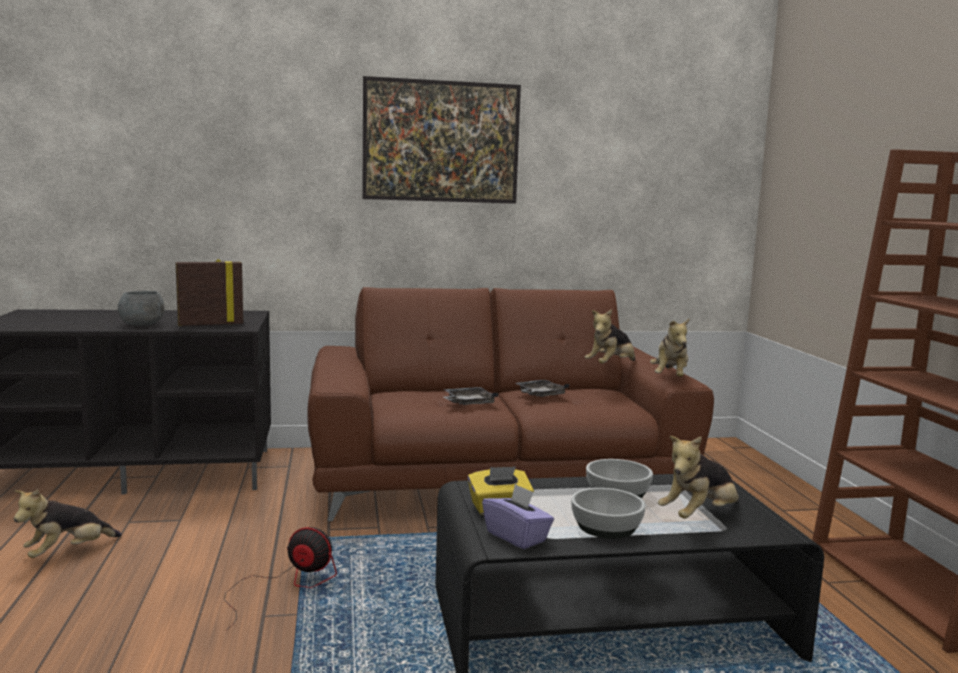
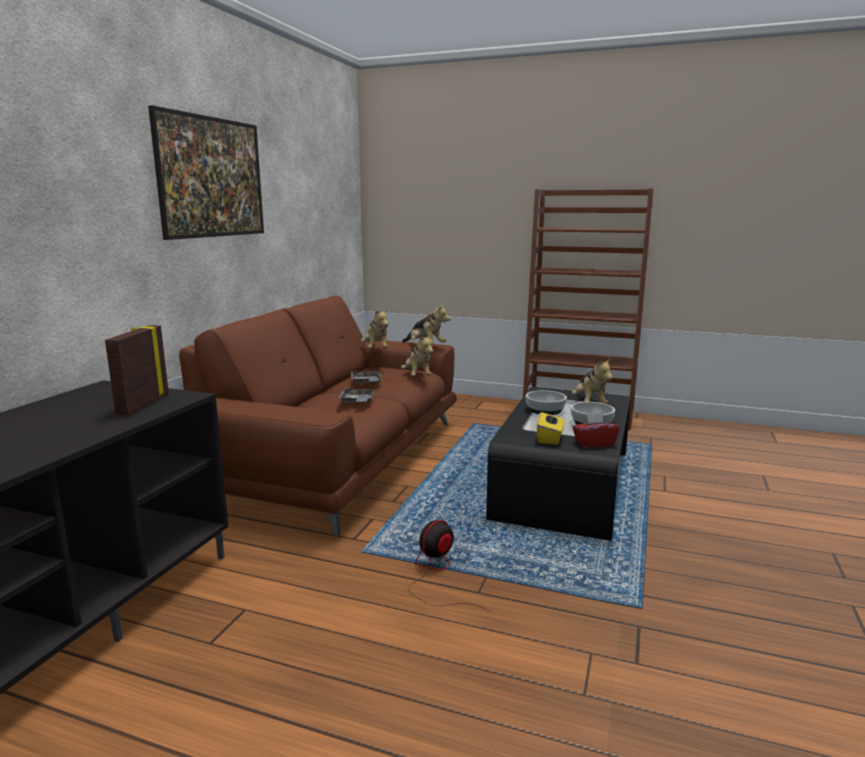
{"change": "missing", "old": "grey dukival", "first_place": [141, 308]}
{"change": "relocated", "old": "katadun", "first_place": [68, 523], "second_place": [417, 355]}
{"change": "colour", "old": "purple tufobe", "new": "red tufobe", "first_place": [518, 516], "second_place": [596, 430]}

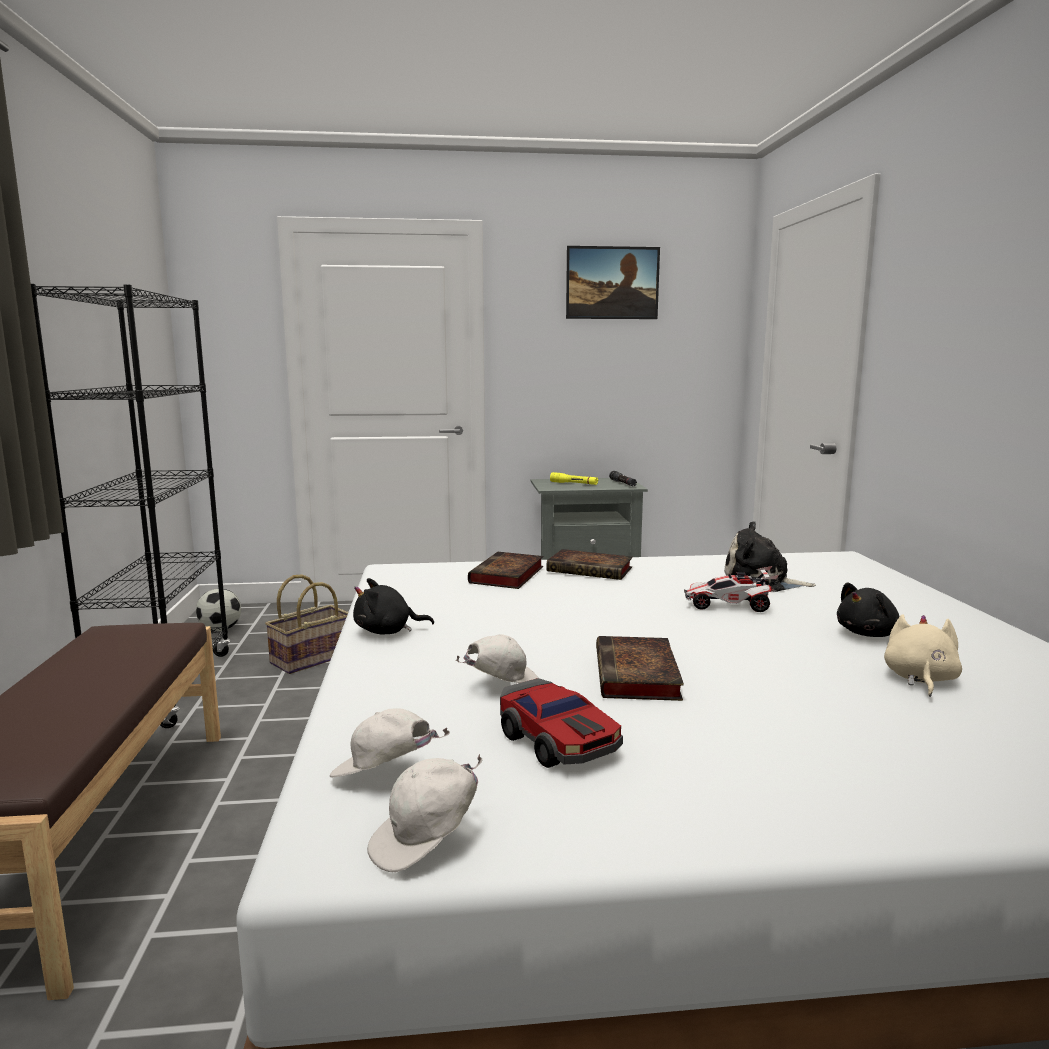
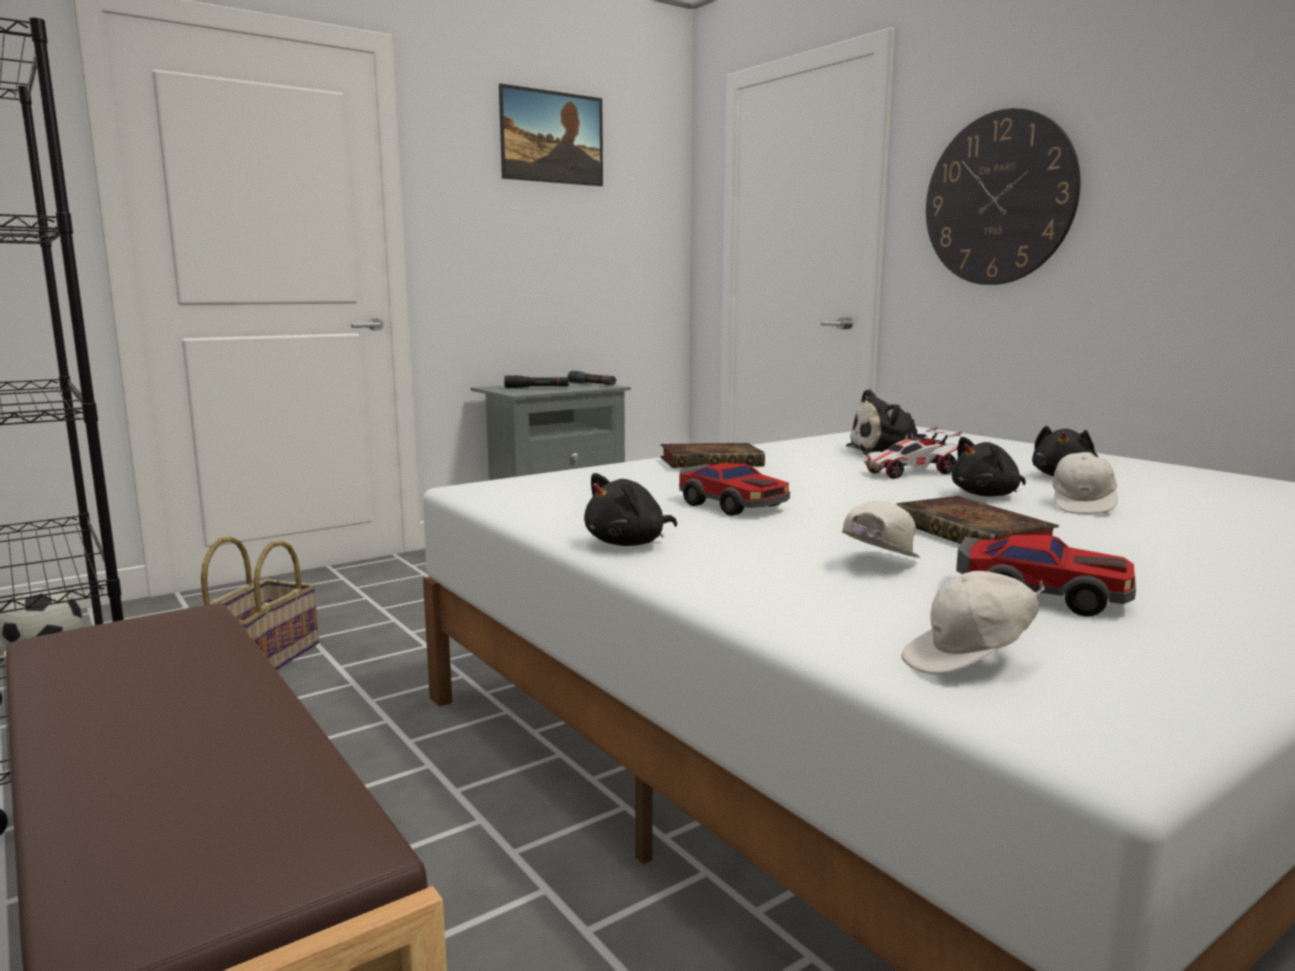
{"change": "missing", "old": "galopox", "first_place": [505, 570]}
{"change": "missing", "old": "beige katadun", "first_place": [923, 655]}
{"change": "appeared", "new": "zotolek", "second_place": [734, 489]}
{"change": "appeared", "new": "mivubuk", "second_place": [1003, 196]}
{"change": "appeared", "new": "black katadun", "second_place": [989, 466]}
{"change": "relocated", "old": "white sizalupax", "first_place": [424, 813], "second_place": [1085, 483]}
{"change": "colour", "old": "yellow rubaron", "new": "black rubaron", "first_place": [574, 478], "second_place": [536, 381]}

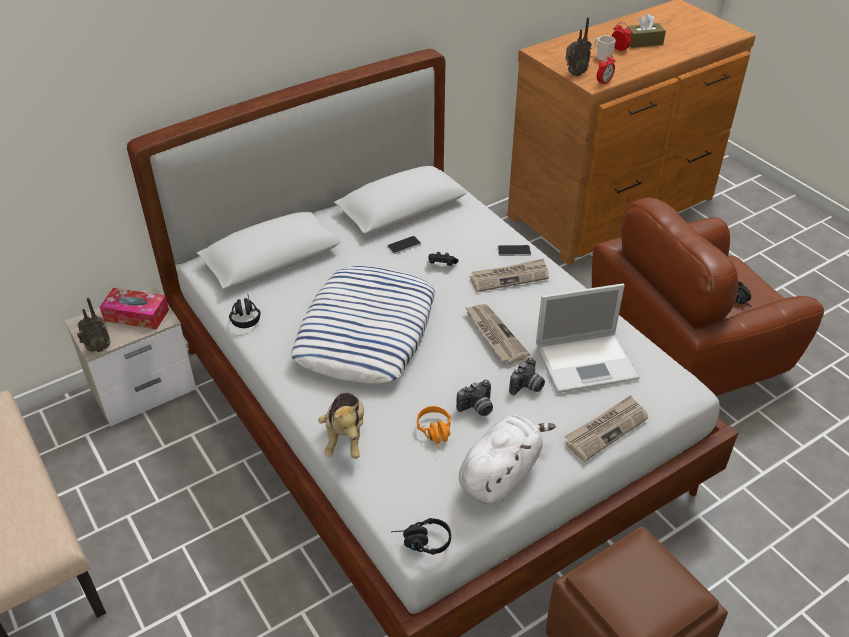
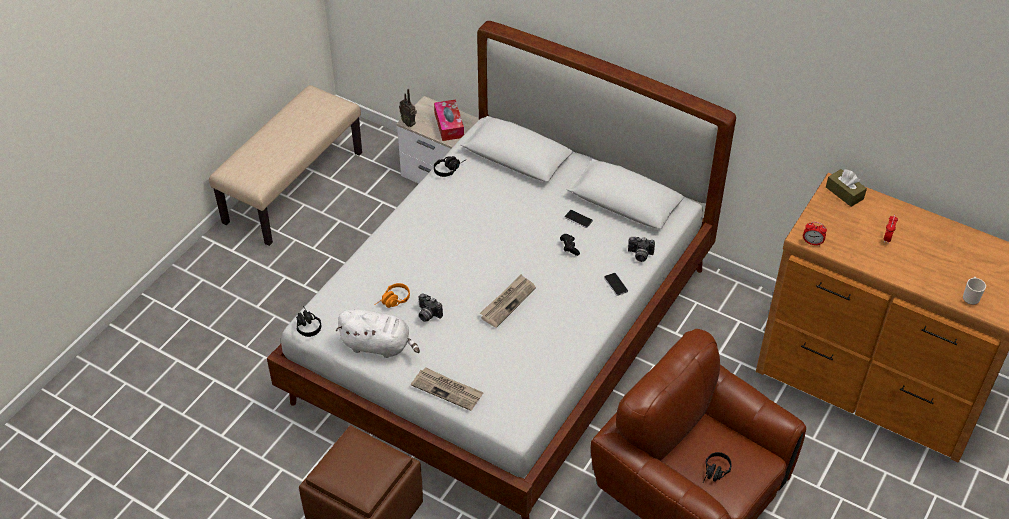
{"change": "missing", "old": "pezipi", "first_place": [363, 325]}
{"change": "missing", "old": "katadun", "first_place": [341, 426]}
{"change": "missing", "old": "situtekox", "first_place": [509, 275]}
{"change": "missing", "old": "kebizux", "first_place": [588, 338]}
{"change": "missing", "old": "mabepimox", "first_place": [578, 46]}
{"change": "relocated", "old": "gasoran", "first_place": [527, 376], "second_place": [641, 249]}
{"change": "relocated", "old": "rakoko", "first_place": [605, 48], "second_place": [974, 291]}
{"change": "relocated", "old": "brown tufobe", "first_place": [647, 31], "second_place": [846, 188]}

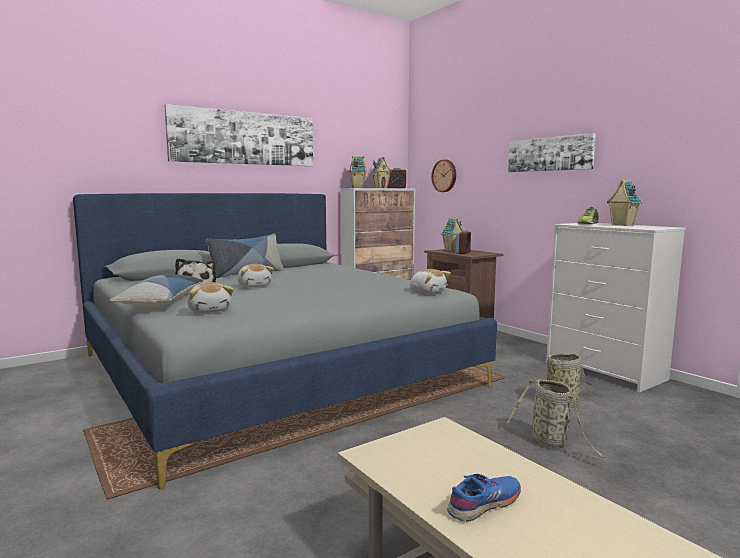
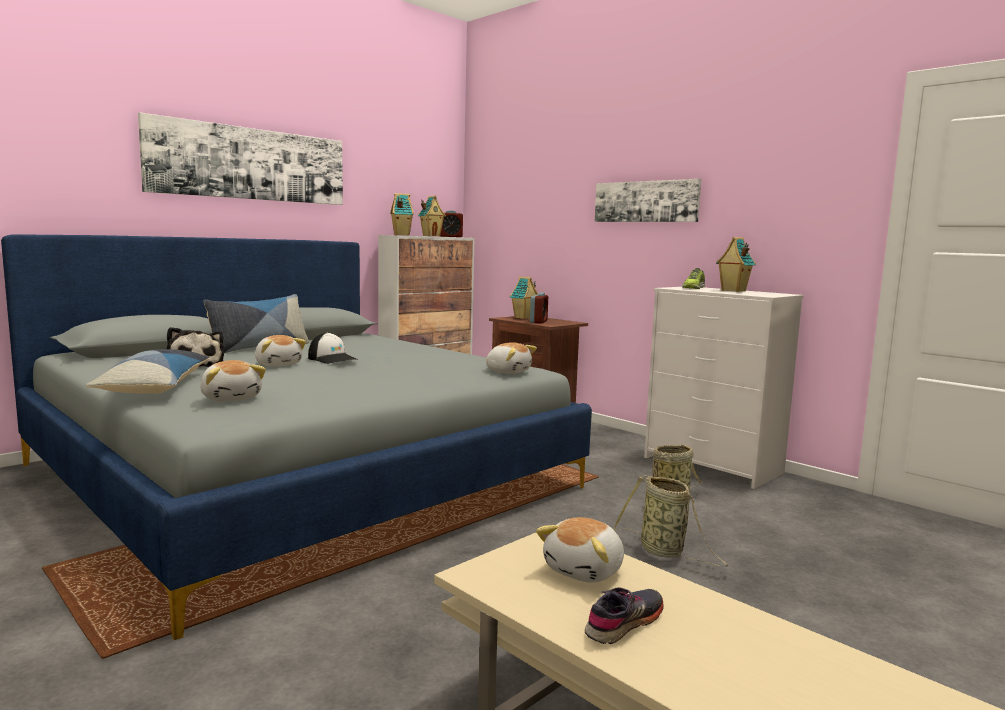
{"change": "missing", "old": "mivubuk", "first_place": [443, 175]}
{"change": "appeared", "new": "sizalupax", "second_place": [333, 348]}
{"change": "appeared", "new": "katadun", "second_place": [580, 549]}
{"change": "colour", "old": "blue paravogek", "new": "grey paravogek", "first_place": [484, 498], "second_place": [624, 615]}

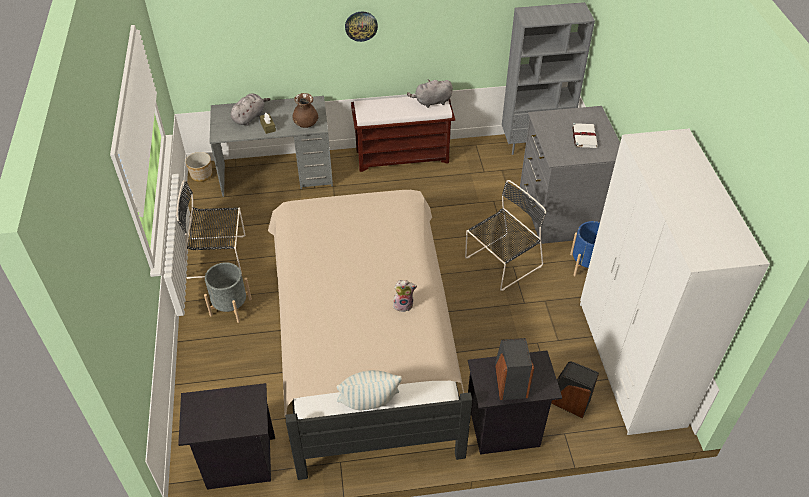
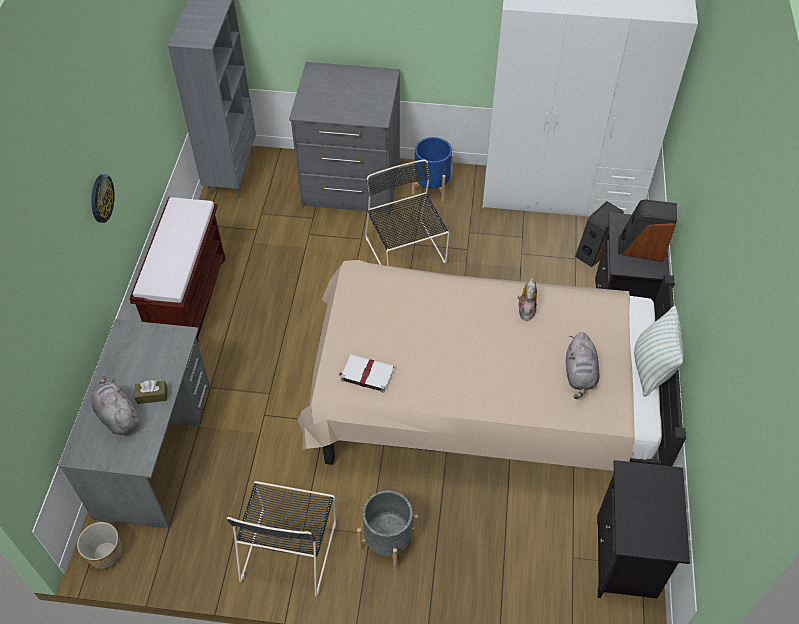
{"change": "missing", "old": "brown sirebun", "first_place": [305, 110]}
{"change": "relocated", "old": "grey katadun", "first_place": [430, 93], "second_place": [583, 365]}
{"change": "relocated", "old": "white galopox", "first_place": [585, 135], "second_place": [366, 373]}

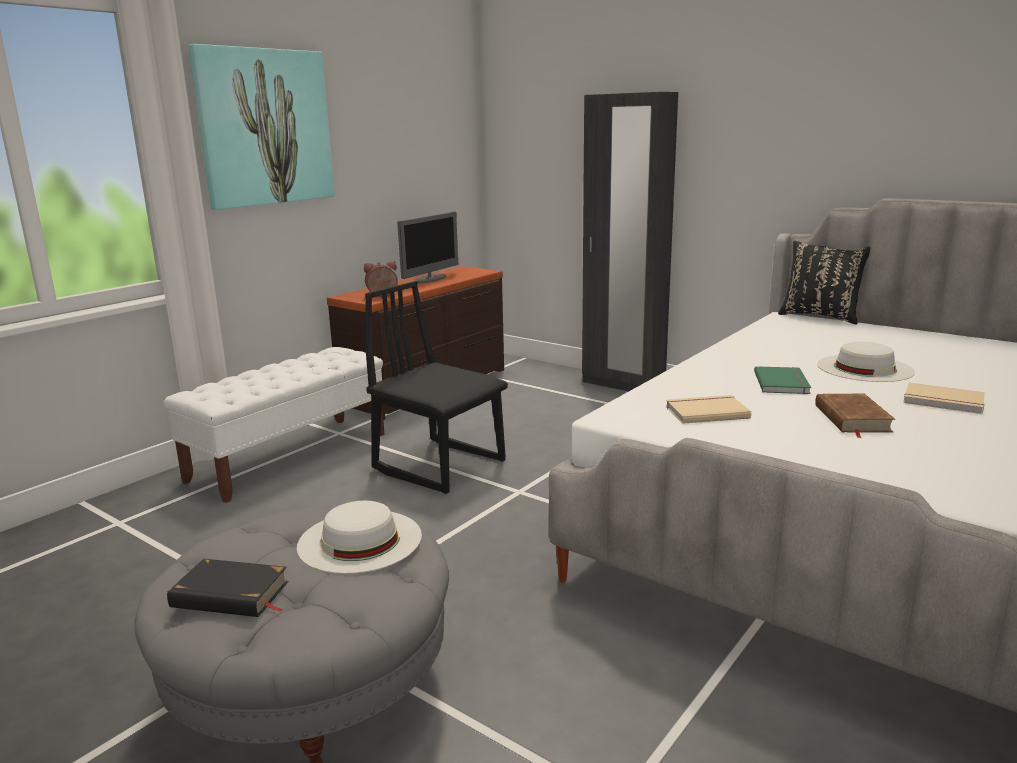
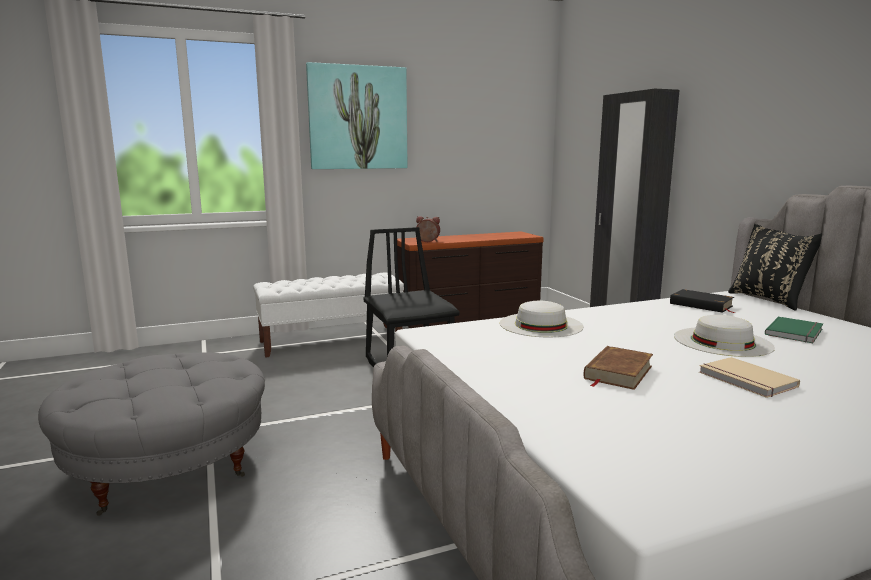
{"change": "missing", "old": "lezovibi", "first_place": [428, 247]}
{"change": "missing", "old": "beige galopox", "first_place": [708, 409]}
{"change": "relocated", "old": "black galopox", "first_place": [228, 588], "second_place": [702, 301]}
{"change": "relocated", "old": "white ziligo", "first_place": [359, 537], "second_place": [541, 319]}
{"change": "relocated", "old": "green galopox", "first_place": [782, 380], "second_place": [794, 330]}

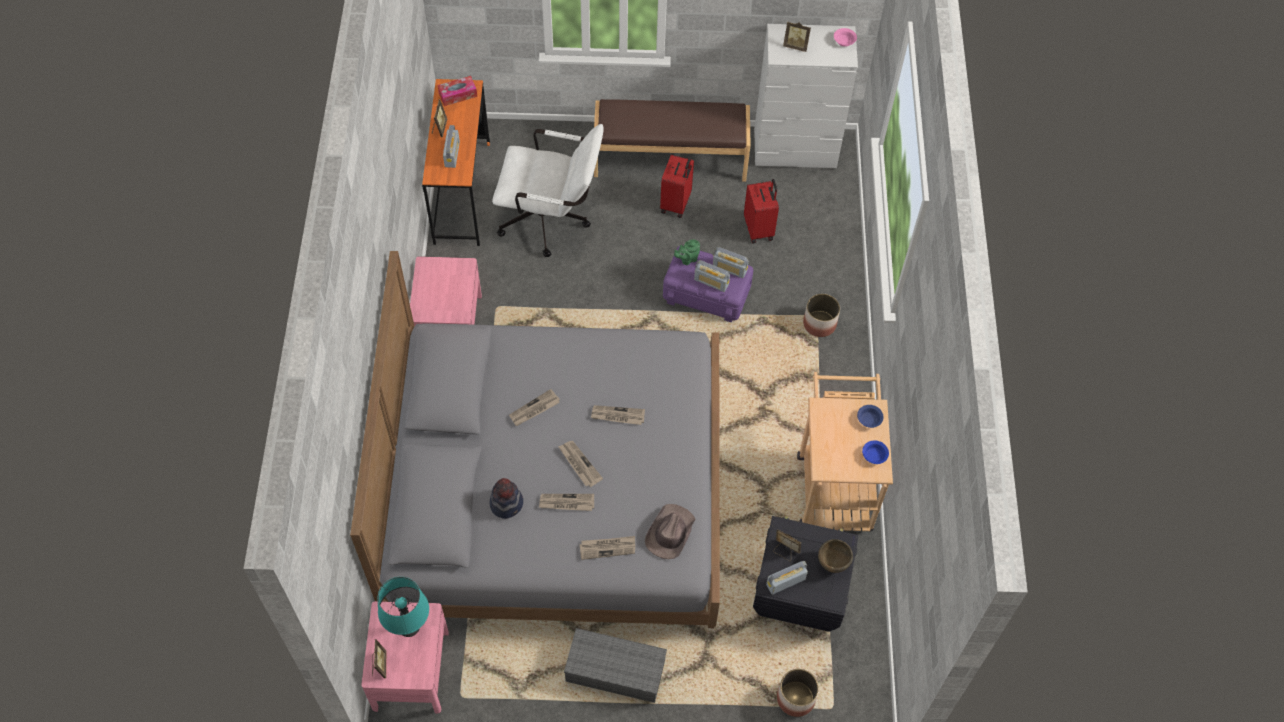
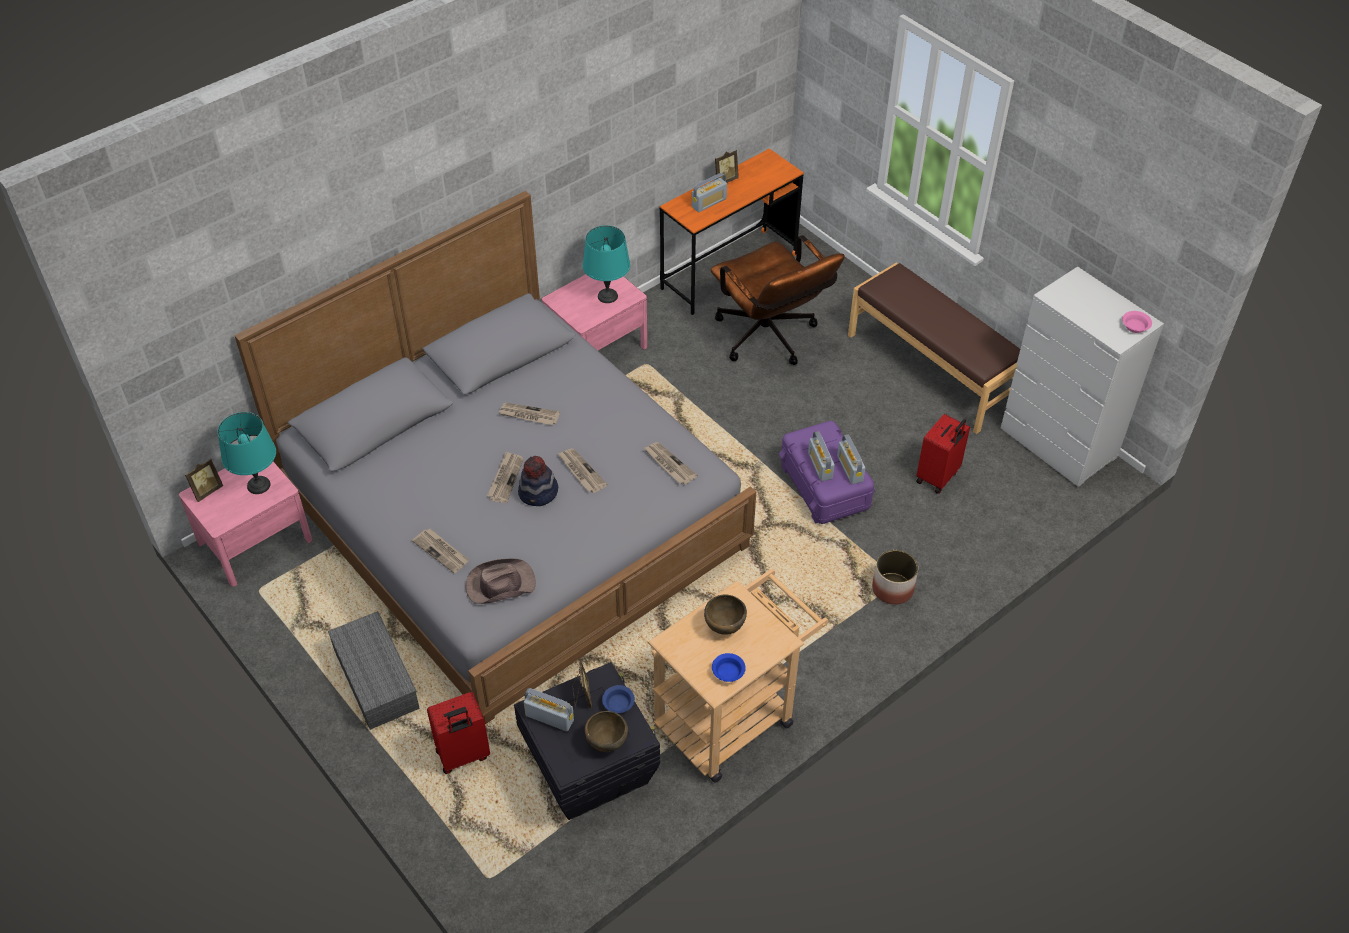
{"change": "missing", "old": "tufobe", "first_place": [457, 91]}
{"change": "missing", "old": "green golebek", "first_place": [687, 252]}
{"change": "missing", "old": "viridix", "first_place": [798, 693]}
{"change": "missing", "old": "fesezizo", "first_place": [797, 37]}
{"change": "appeared", "new": "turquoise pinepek", "second_place": [606, 264]}
{"change": "appeared", "new": "brown dukival", "second_place": [725, 614]}
{"change": "relocated", "old": "ziligo", "first_place": [506, 498], "second_place": [538, 481]}
{"change": "relocated", "old": "situtekox", "first_place": [566, 502], "second_place": [671, 463]}
{"change": "relocated", "old": "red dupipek", "first_place": [677, 186], "second_place": [458, 733]}
{"change": "relocated", "old": "blue dukival", "first_place": [870, 416], "second_place": [618, 699]}
{"change": "colour", "old": "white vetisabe", "new": "brown vetisabe", "first_place": [548, 190], "second_place": [778, 300]}

